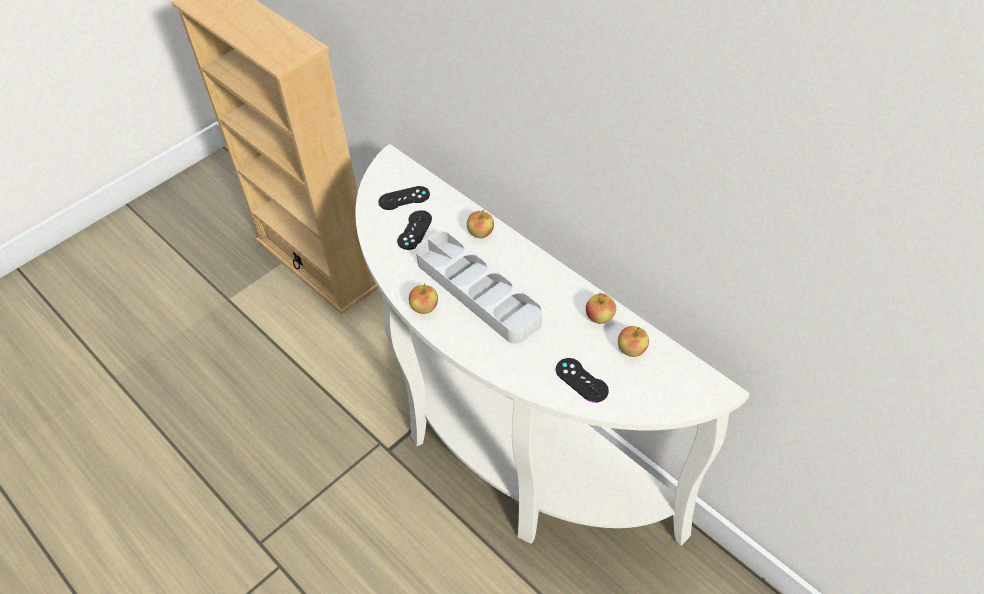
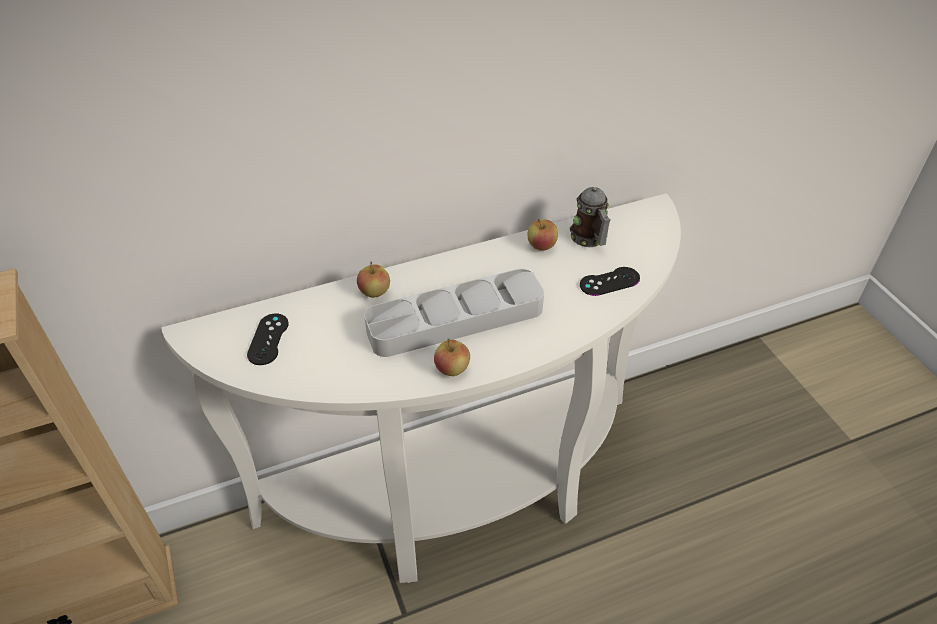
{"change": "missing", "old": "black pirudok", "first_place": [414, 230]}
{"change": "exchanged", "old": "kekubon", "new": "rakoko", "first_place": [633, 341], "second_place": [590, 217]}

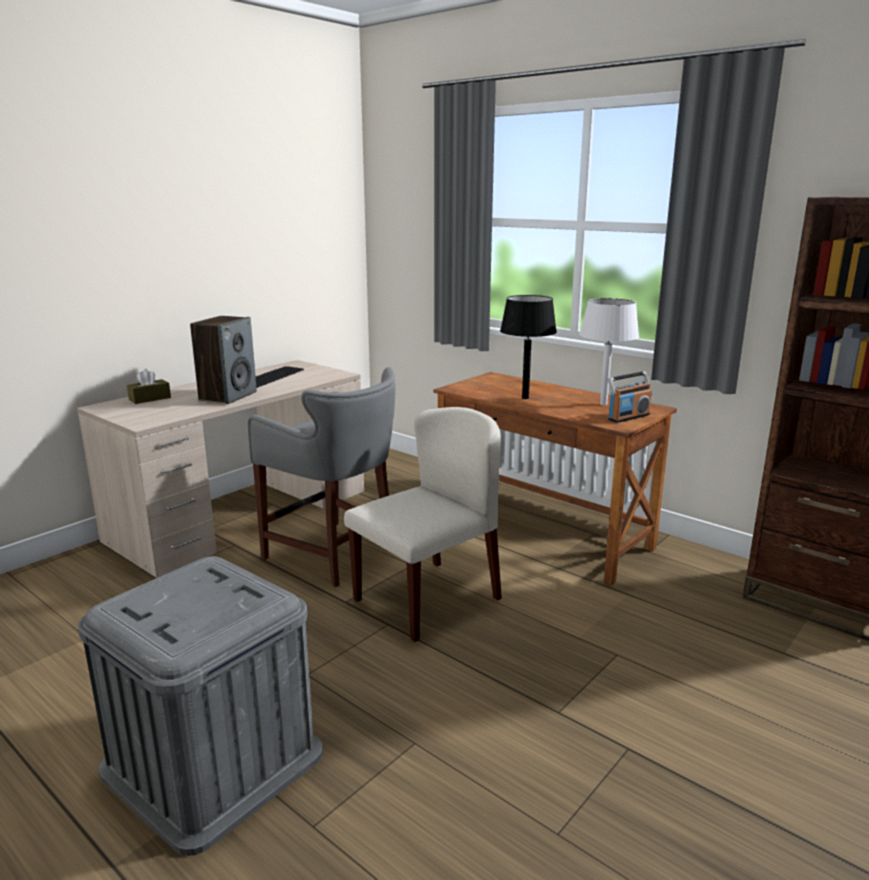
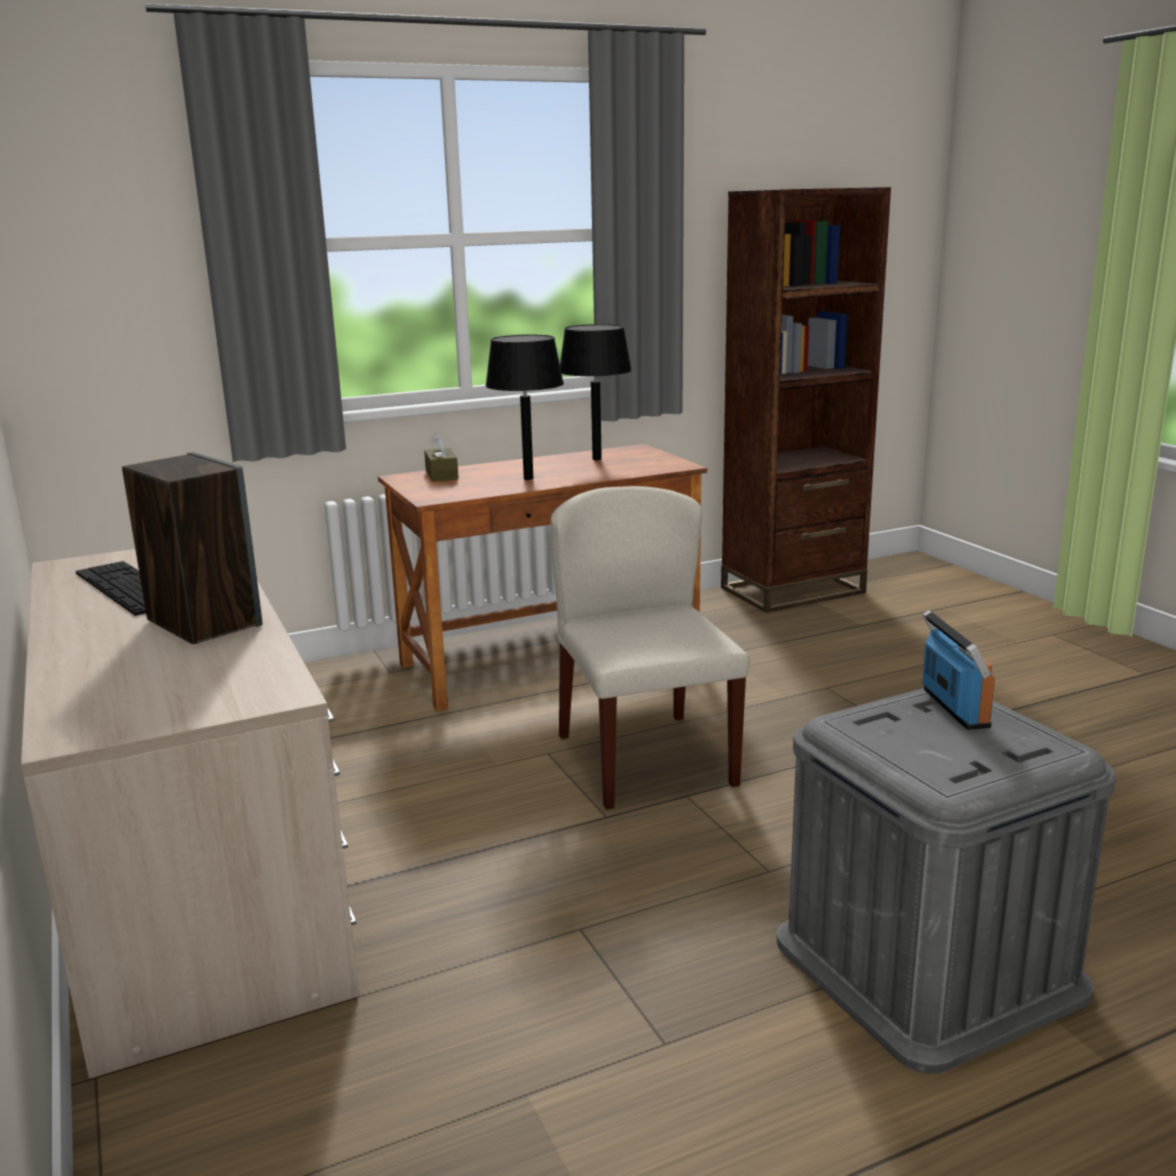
{"change": "missing", "old": "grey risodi", "first_place": [321, 477]}
{"change": "relocated", "old": "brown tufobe", "first_place": [149, 386], "second_place": [441, 457]}
{"change": "relocated", "old": "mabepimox", "first_place": [630, 397], "second_place": [958, 670]}
{"change": "colour", "old": "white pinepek", "new": "black pinepek", "first_place": [609, 351], "second_place": [596, 392]}

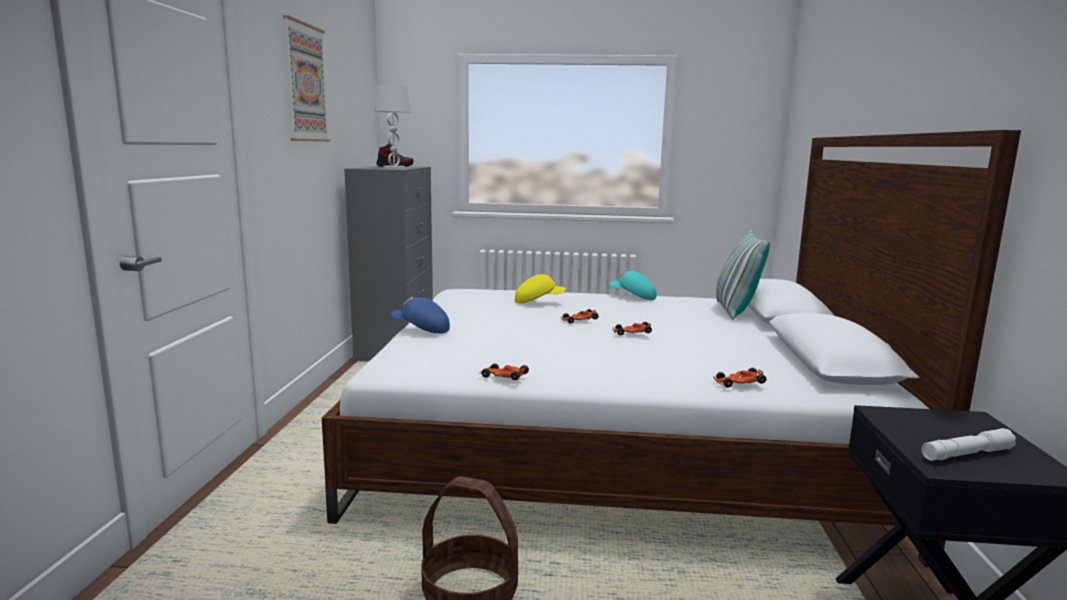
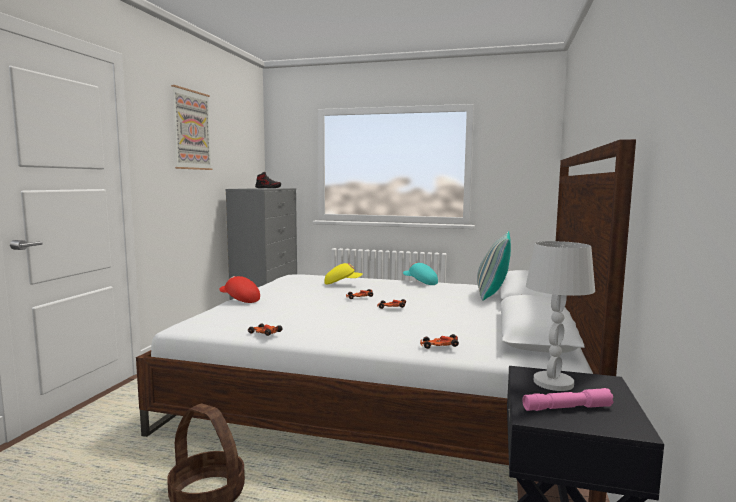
{"change": "relocated", "old": "white pinepek", "first_place": [392, 127], "second_place": [560, 316]}
{"change": "colour", "old": "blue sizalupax", "new": "red sizalupax", "first_place": [420, 315], "second_place": [239, 289]}
{"change": "colour", "old": "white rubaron", "new": "pink rubaron", "first_place": [969, 444], "second_place": [568, 399]}

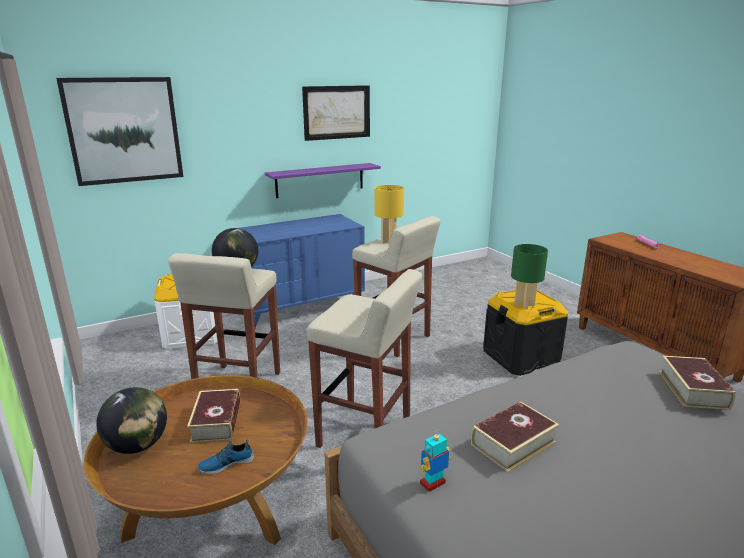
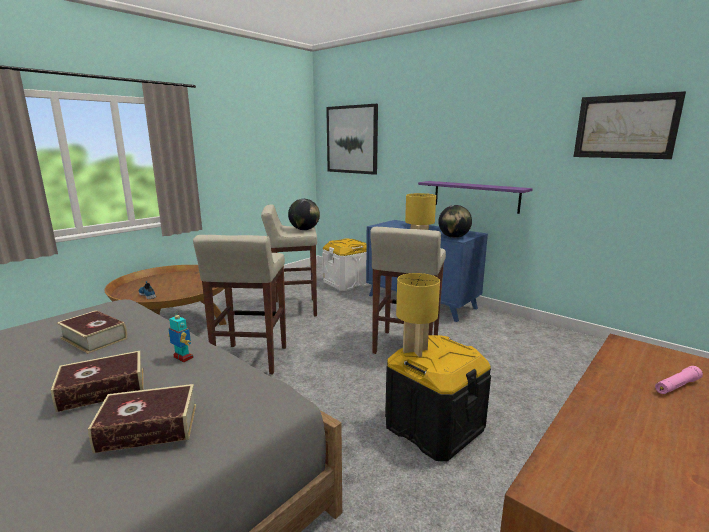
{"change": "relocated", "old": "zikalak", "first_place": [131, 420], "second_place": [455, 221]}
{"change": "relocated", "old": "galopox", "first_place": [213, 416], "second_place": [97, 381]}
{"change": "relocated", "old": "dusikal", "first_place": [336, 113], "second_place": [630, 125]}
{"change": "relocated", "old": "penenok", "first_place": [435, 461], "second_place": [181, 336]}
{"change": "colour", "old": "green pinepek", "new": "yellow pinepek", "first_place": [529, 276], "second_place": [418, 315]}

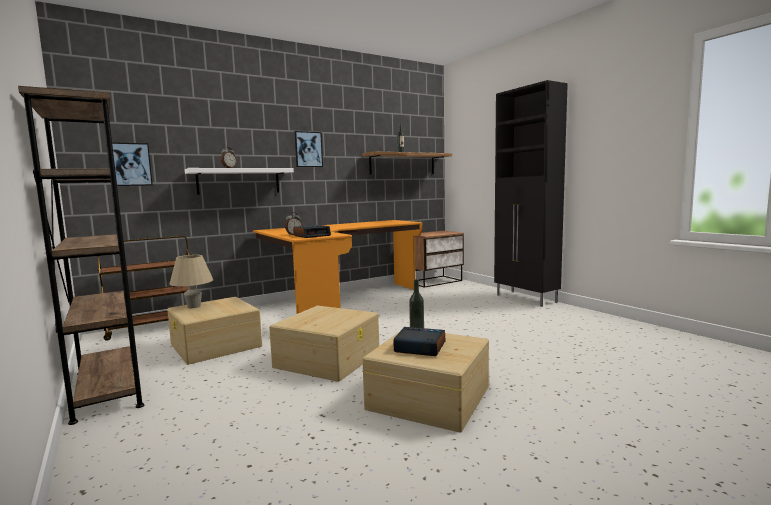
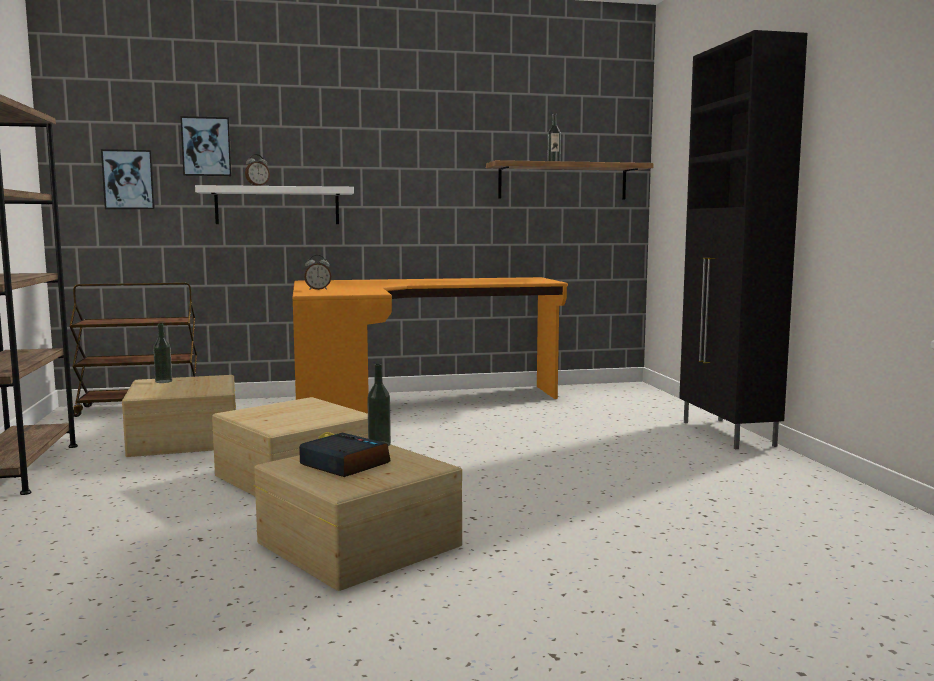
{"change": "missing", "old": "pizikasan", "first_place": [312, 231]}
{"change": "missing", "old": "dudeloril", "first_place": [439, 259]}
{"change": "relocated", "old": "dusikal", "first_place": [308, 149], "second_place": [206, 146]}
{"change": "exchanged", "old": "beige pinepek", "new": "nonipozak", "first_place": [191, 281], "second_place": [162, 353]}

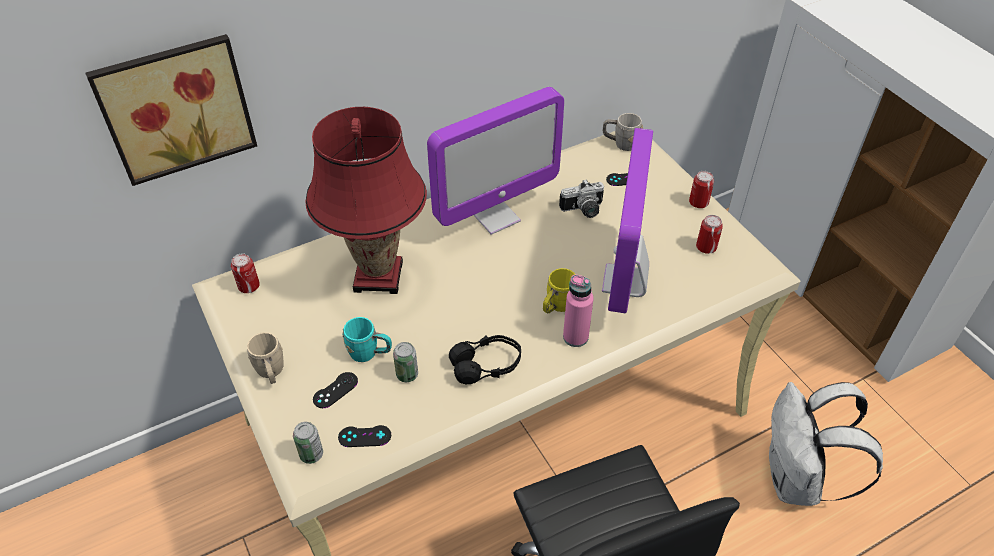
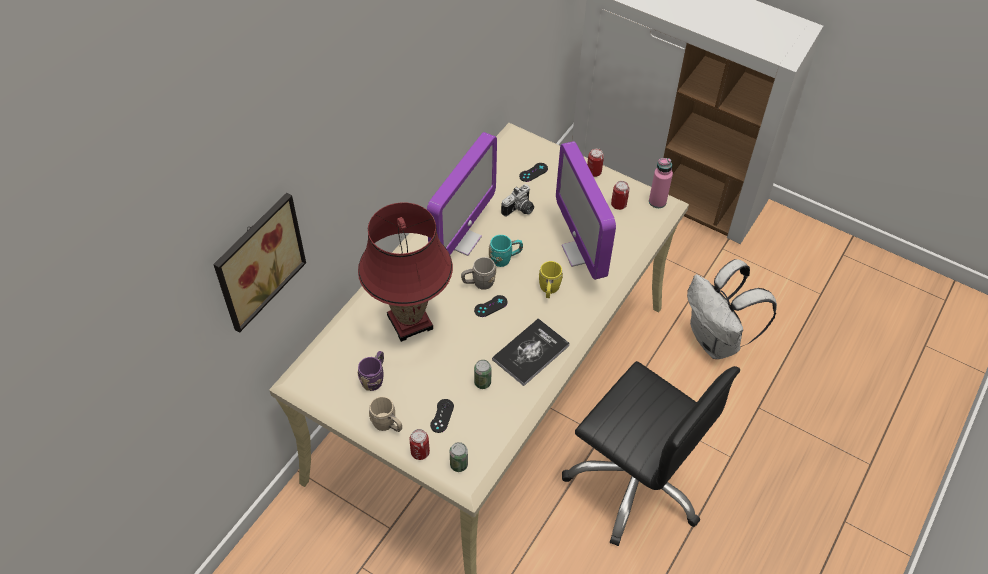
{"change": "appeared", "new": "purple rakoko", "second_place": [370, 371]}
{"change": "relocated", "old": "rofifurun", "first_place": [245, 273], "second_place": [420, 444]}
{"change": "relocated", "old": "black pirudok", "first_place": [364, 436], "second_place": [491, 306]}
{"change": "relocated", "old": "turquoise rakoko", "first_place": [367, 339], "second_place": [506, 251]}
{"change": "relocated", "old": "pink nonipozak", "first_place": [578, 311], "second_place": [661, 183]}
{"change": "relocated", "old": "grey rakoko", "first_place": [623, 132], "second_place": [478, 273]}
{"change": "exchanged", "old": "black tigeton", "new": "galopox", "first_place": [485, 359], "second_place": [531, 352]}

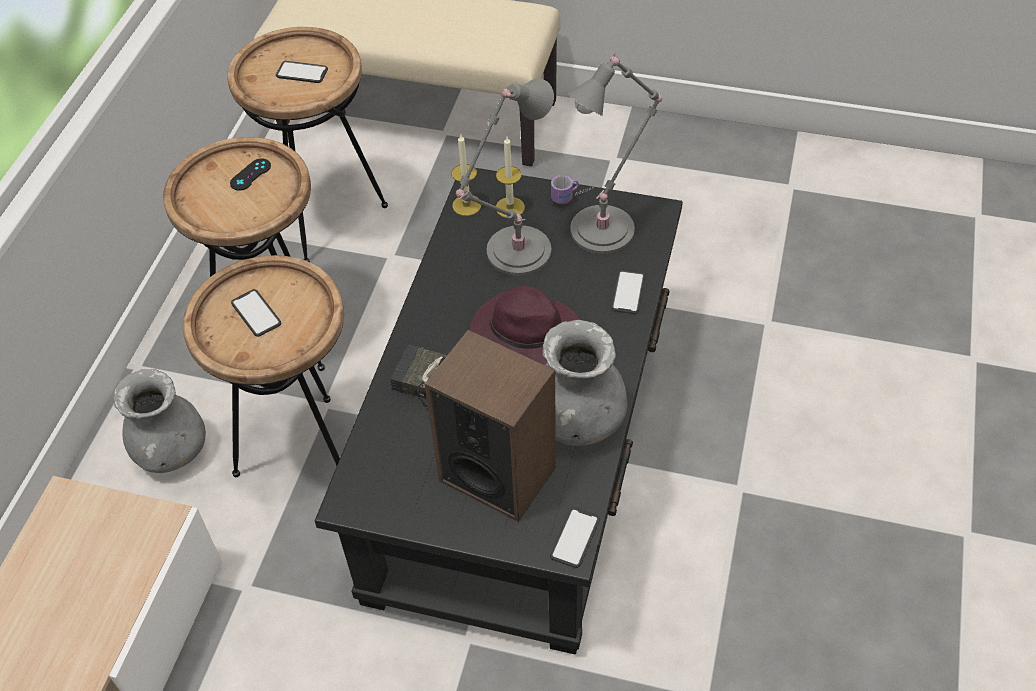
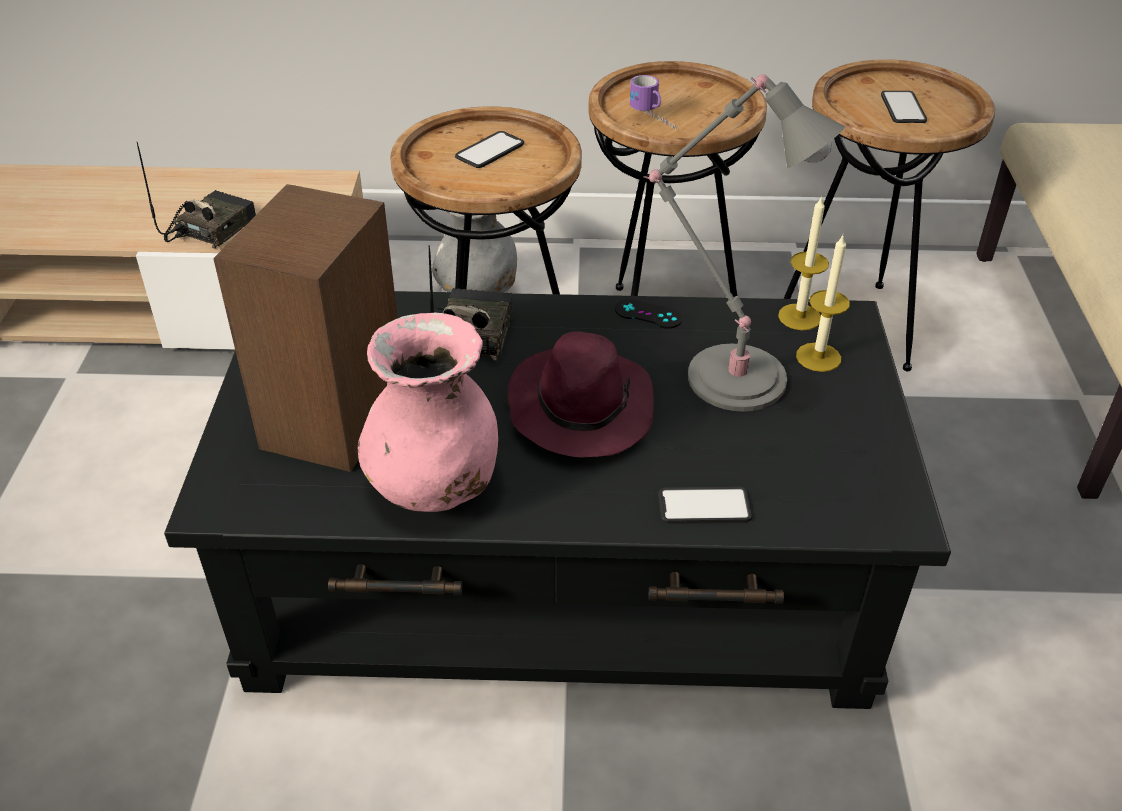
{"change": "missing", "old": "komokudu", "first_place": [575, 537]}
{"change": "missing", "old": "grey pinepek", "first_place": [614, 153]}
{"change": "appeared", "new": "mabepimox", "second_place": [196, 195]}
{"change": "relocated", "old": "black pirudok", "first_place": [250, 174], "second_place": [649, 314]}
{"change": "relocated", "old": "rakoko", "first_place": [572, 189], "second_place": [653, 102]}
{"change": "colour", "old": "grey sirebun", "new": "pink sirebun", "first_place": [584, 383], "second_place": [428, 412]}

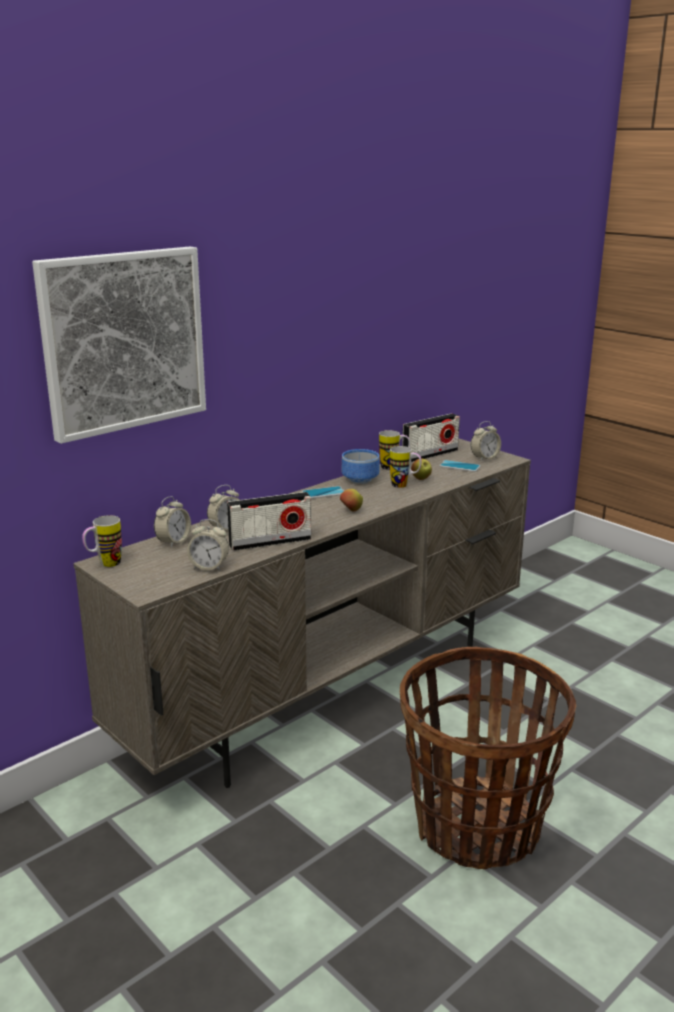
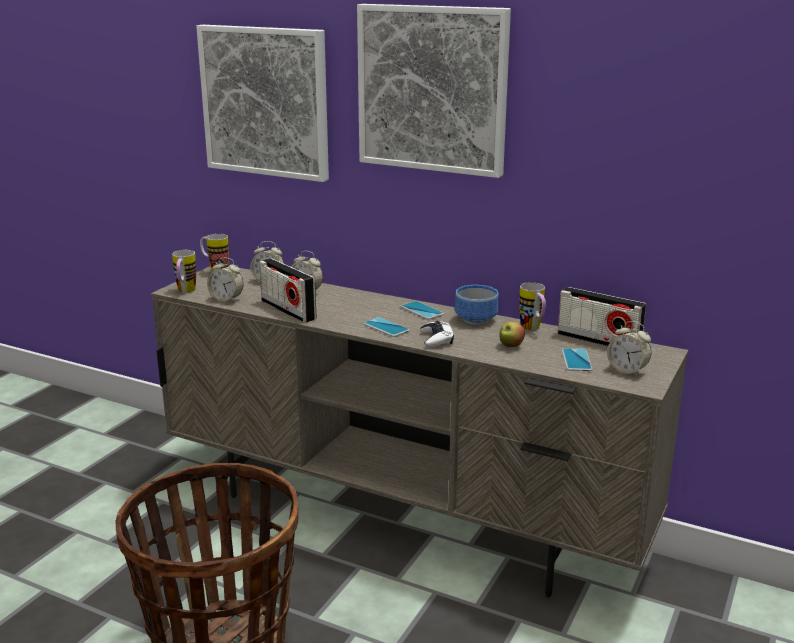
{"change": "appeared", "new": "dusikal", "second_place": [434, 91]}
{"change": "appeared", "new": "white pirudok", "second_place": [437, 334]}
{"change": "relocated", "old": "rakoko", "first_place": [406, 467], "second_place": [184, 271]}
{"change": "exchanged", "old": "kekubon", "new": "komokudu", "first_place": [351, 500], "second_place": [386, 327]}
{"change": "spun", "old": "pizikasan", "first_place": [208, 545], "second_place": [225, 280], "degrees": -60}

